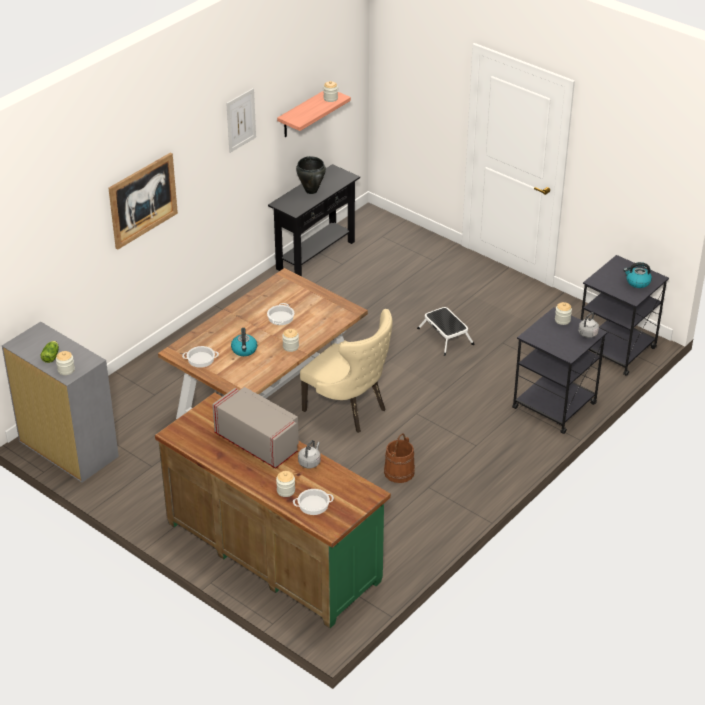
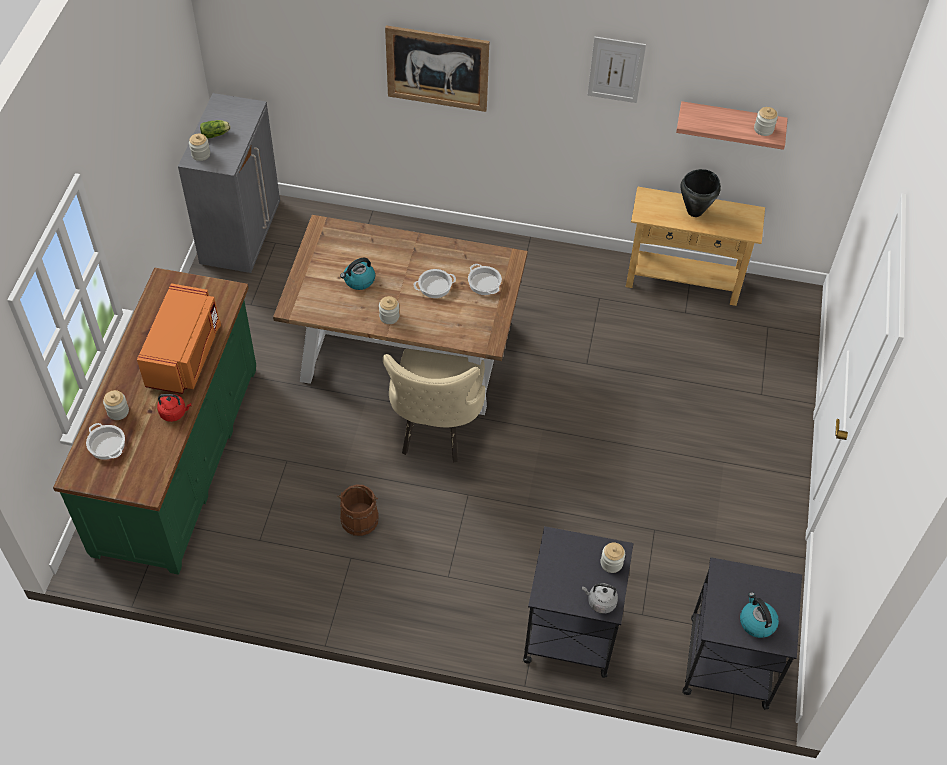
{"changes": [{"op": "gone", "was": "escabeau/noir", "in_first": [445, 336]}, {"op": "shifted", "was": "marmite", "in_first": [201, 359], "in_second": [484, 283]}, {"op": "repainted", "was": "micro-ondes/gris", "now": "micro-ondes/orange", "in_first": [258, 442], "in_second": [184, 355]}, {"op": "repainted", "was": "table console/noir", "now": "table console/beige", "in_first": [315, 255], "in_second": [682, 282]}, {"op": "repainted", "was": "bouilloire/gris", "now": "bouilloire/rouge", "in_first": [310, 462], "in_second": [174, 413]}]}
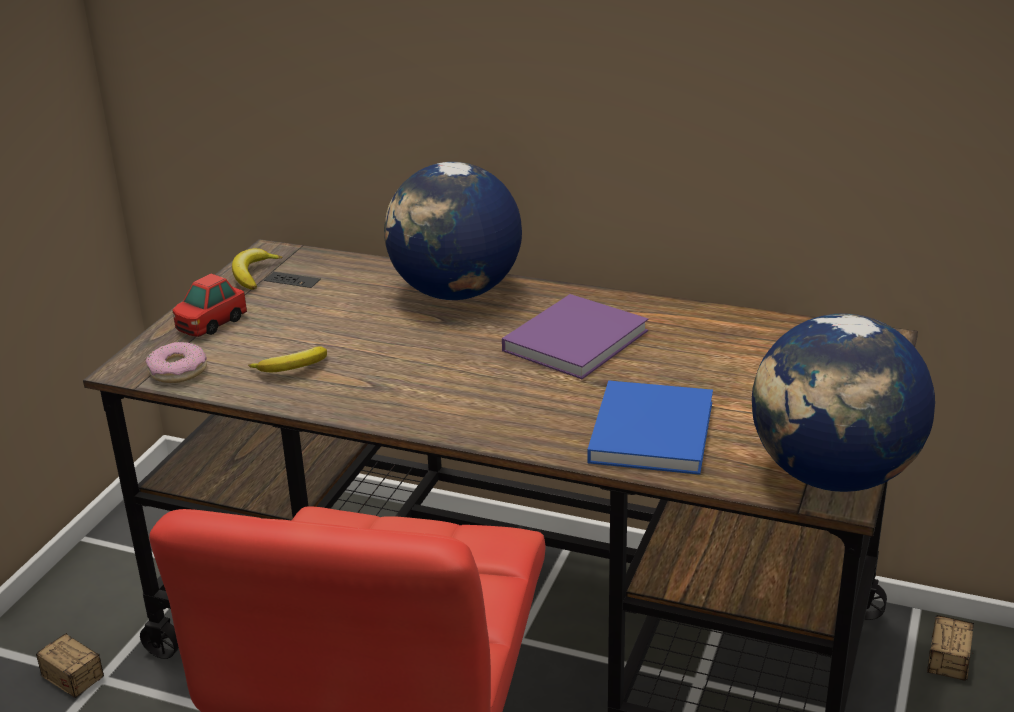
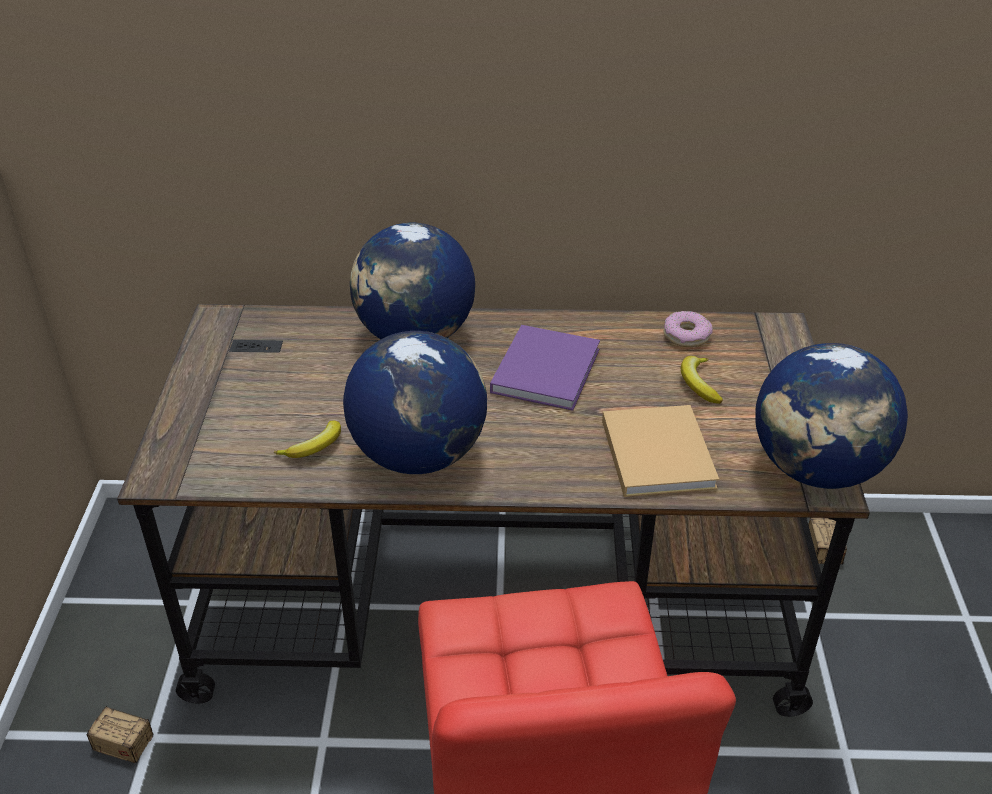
{"changes": [{"op": "gone", "was": "petite voiture", "in_first": [211, 323]}, {"op": "new", "now": "globe", "in_second": [418, 454]}, {"op": "shifted", "was": "beignet", "in_first": [178, 371], "in_second": [686, 335]}, {"op": "shifted", "was": "banane", "in_first": [253, 274], "in_second": [698, 383]}, {"op": "repainted", "was": "livre/bleu", "now": "livre/beige", "in_first": [652, 429], "in_second": [656, 451]}]}
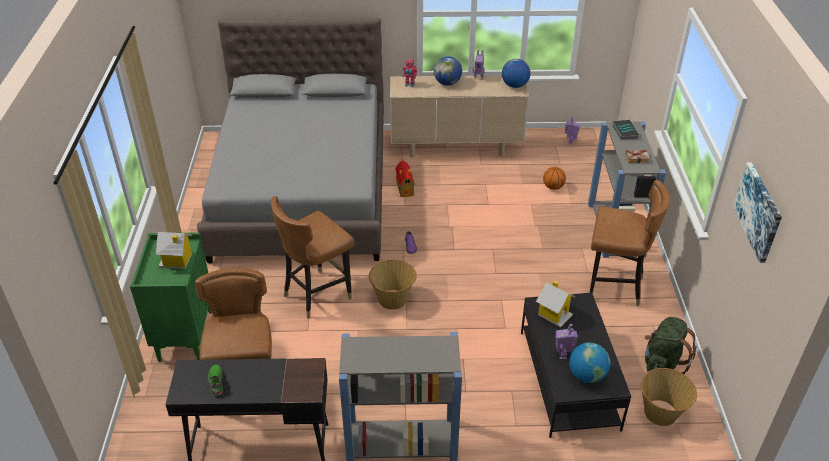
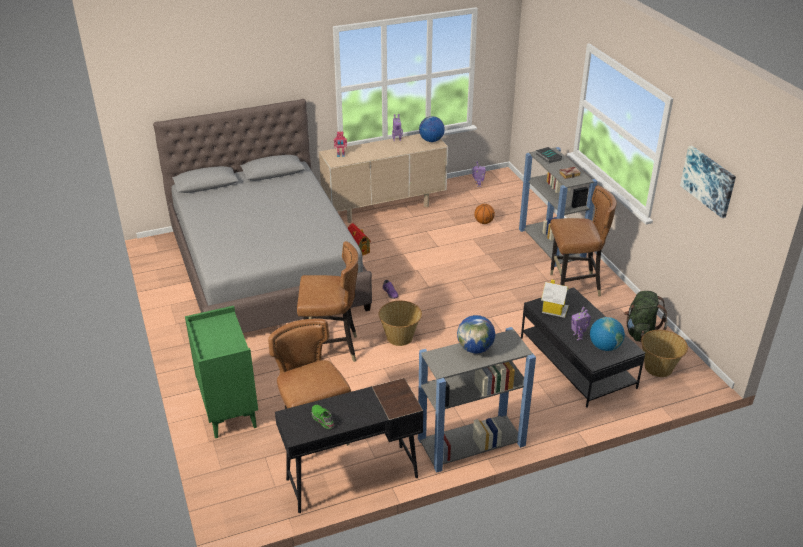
{"changes": [{"op": "gone", "was": "maison miniature", "in_first": [177, 261]}, {"op": "shifted", "was": "globe", "in_first": [447, 83], "in_second": [475, 348]}, {"op": "rotated", "was": "chaise/marron", "in_first": [317, 294], "in_second": [331, 349], "clockwise": -120}]}
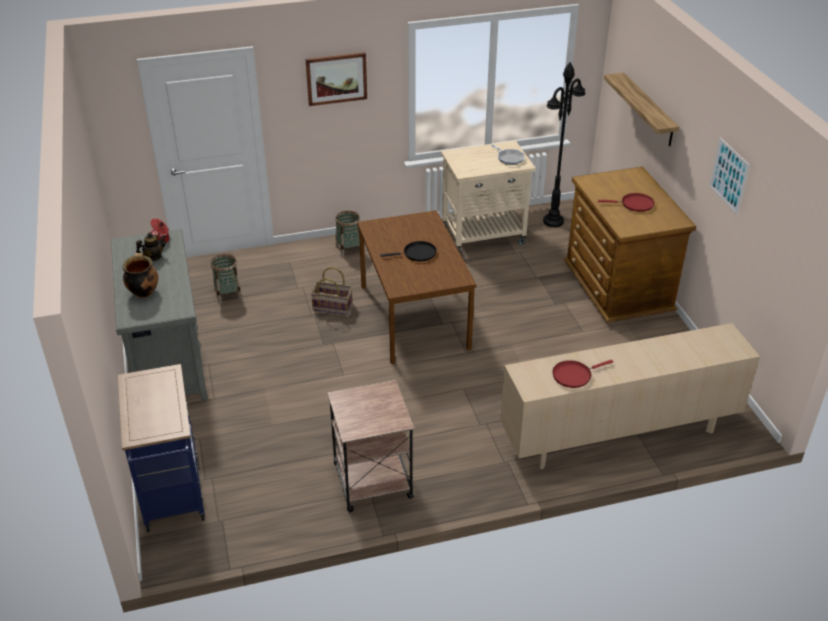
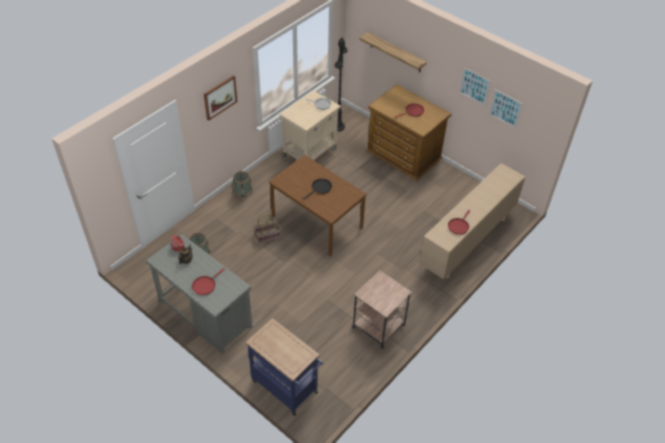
{"changes": [{"op": "new", "now": "tableau", "in_second": [505, 108]}, {"op": "swapped", "was": "marmite", "now": "poêle/rouge", "in_first": [143, 292], "in_second": [205, 285]}]}
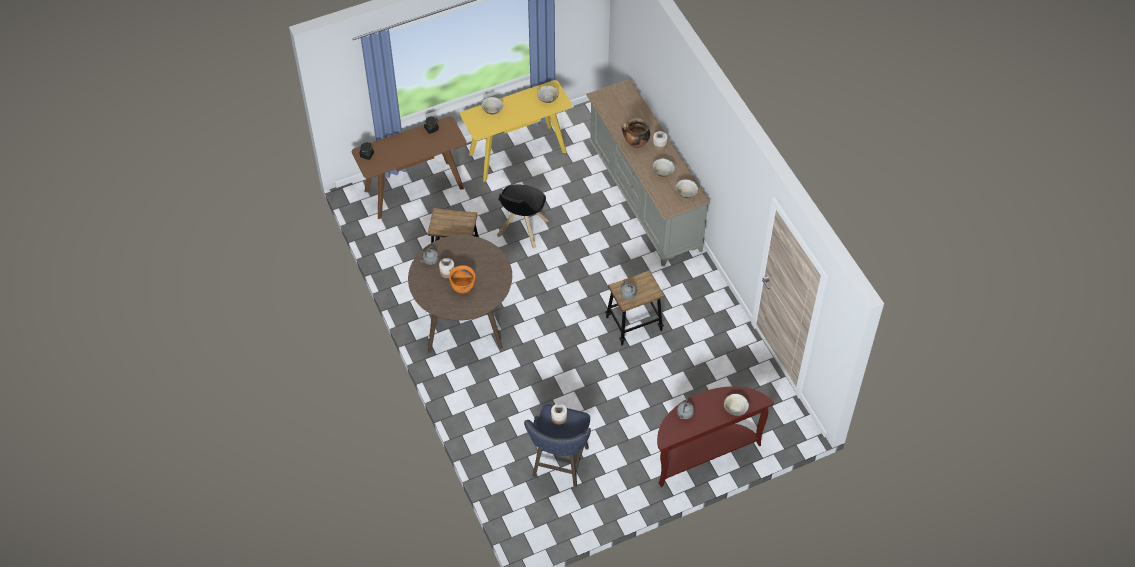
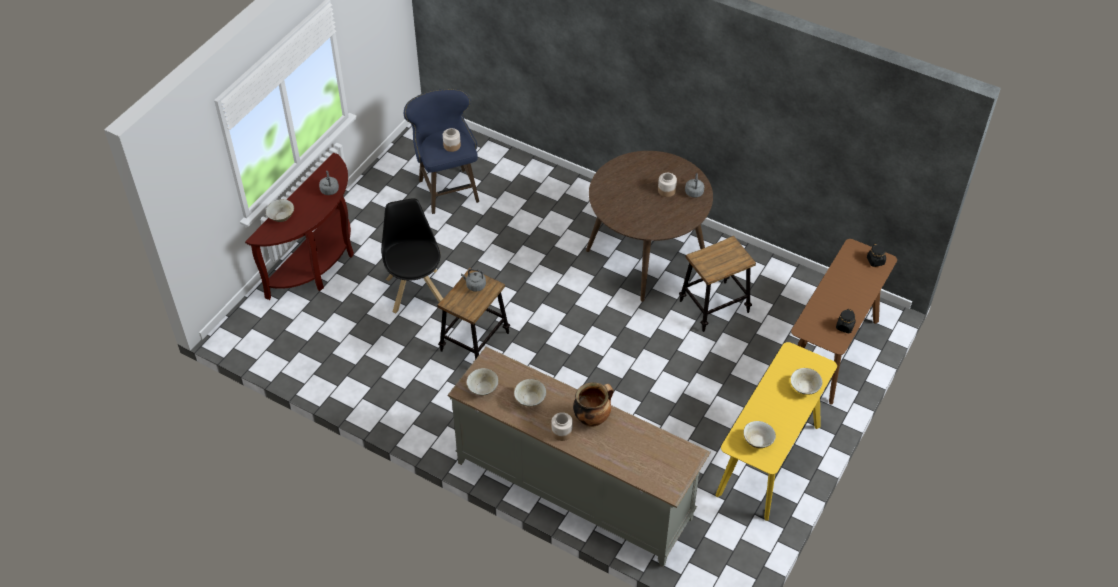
{"changes": [{"op": "gone", "was": "marmite/orange", "in_first": [463, 287]}, {"op": "shifted", "was": "chaise/noir", "in_first": [522, 229], "in_second": [415, 289]}]}
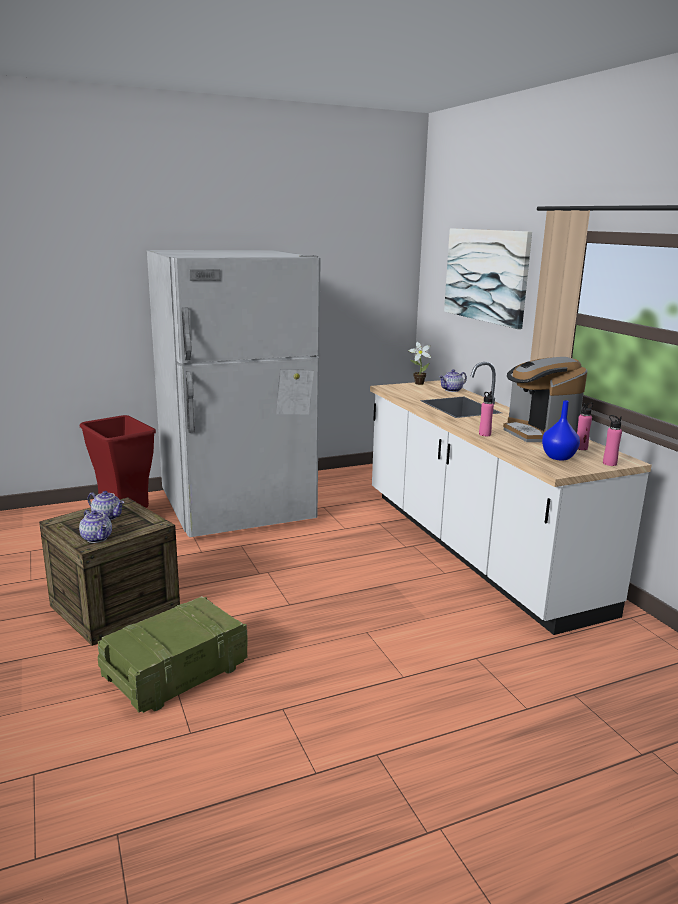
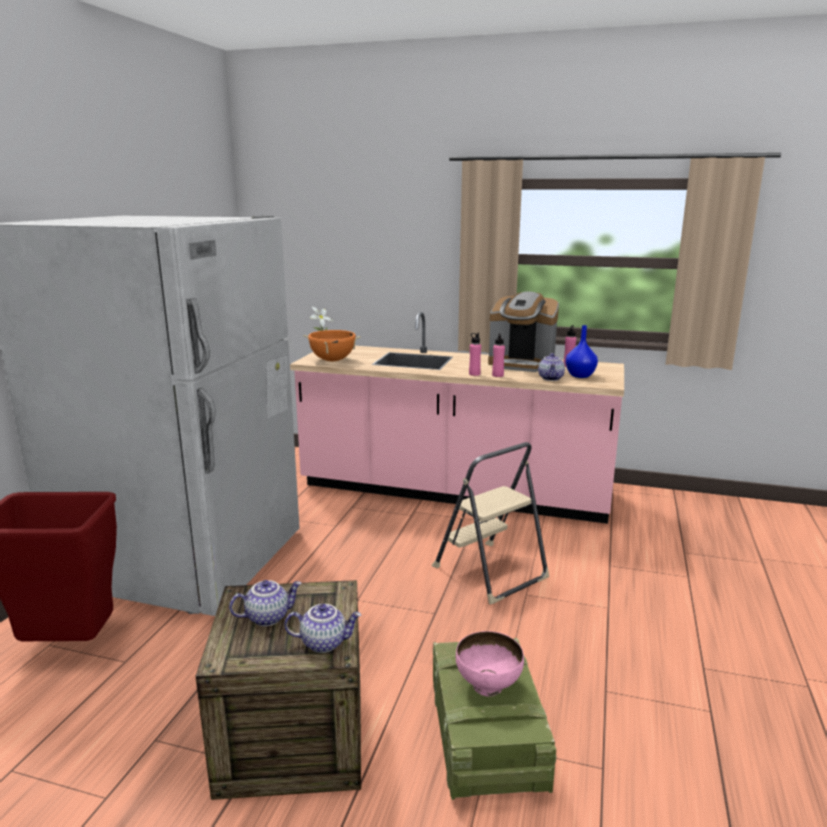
{"changes": [{"op": "gone", "was": "tableau", "in_first": [486, 275]}, {"op": "new", "now": "marmite/orange", "in_second": [332, 360]}, {"op": "new", "now": "escabeau/beige", "in_second": [492, 573]}, {"op": "new", "now": "bol/rose", "in_second": [488, 686]}, {"op": "shifted", "was": "théière", "in_first": [452, 390], "in_second": [551, 378]}, {"op": "shifted", "was": "bouteille/rose", "in_first": [609, 463], "in_second": [474, 374]}, {"op": "repainted", "was": "comptoir de cuisine/blanc", "now": "comptoir de cuisine/rose", "in_first": [473, 548], "in_second": [454, 492]}]}
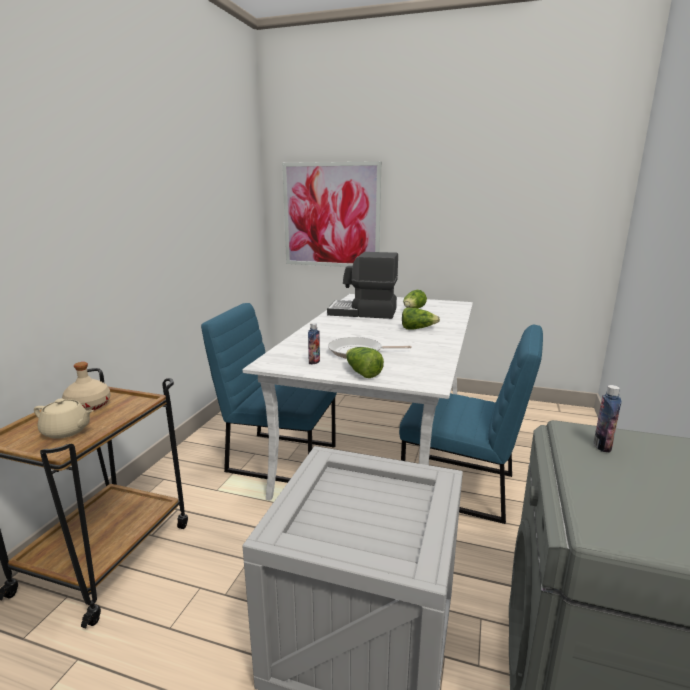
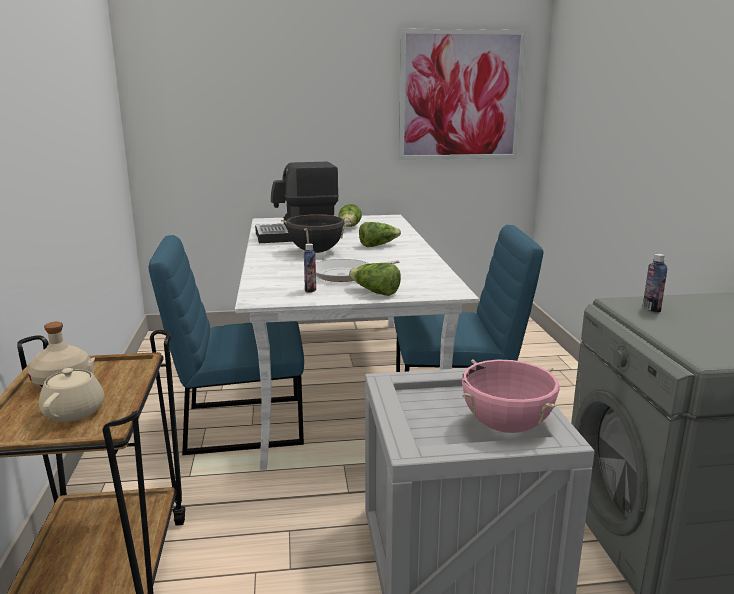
{"changes": [{"op": "new", "now": "marmite/noir", "in_second": [316, 252]}, {"op": "new", "now": "marmite/rose", "in_second": [506, 426]}, {"op": "shifted", "was": "tableau", "in_first": [331, 215], "in_second": [460, 96]}, {"op": "rotated", "was": "théière/beige", "in_first": [66, 431], "in_second": [75, 411], "clockwise": -75}]}
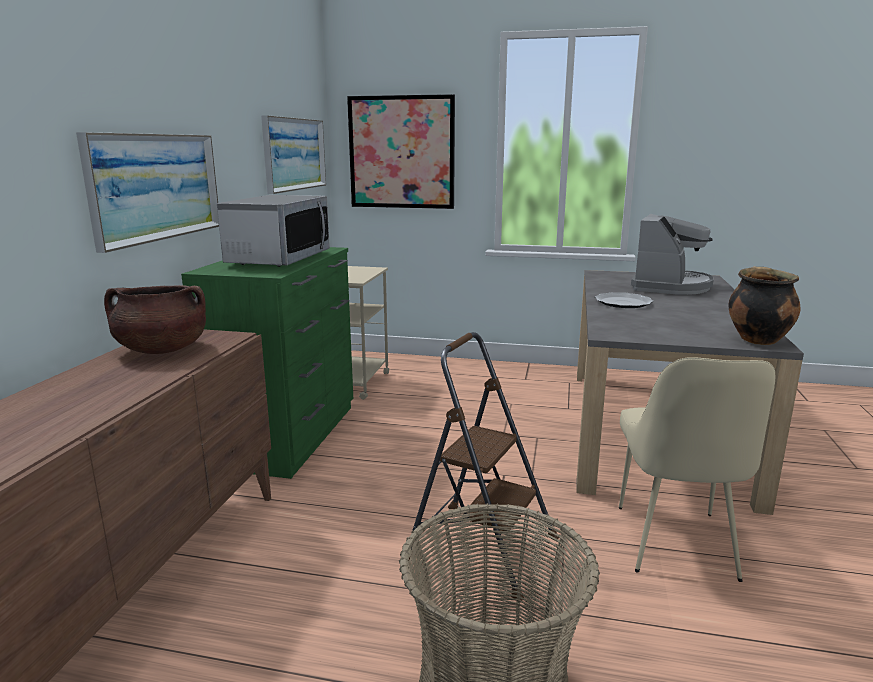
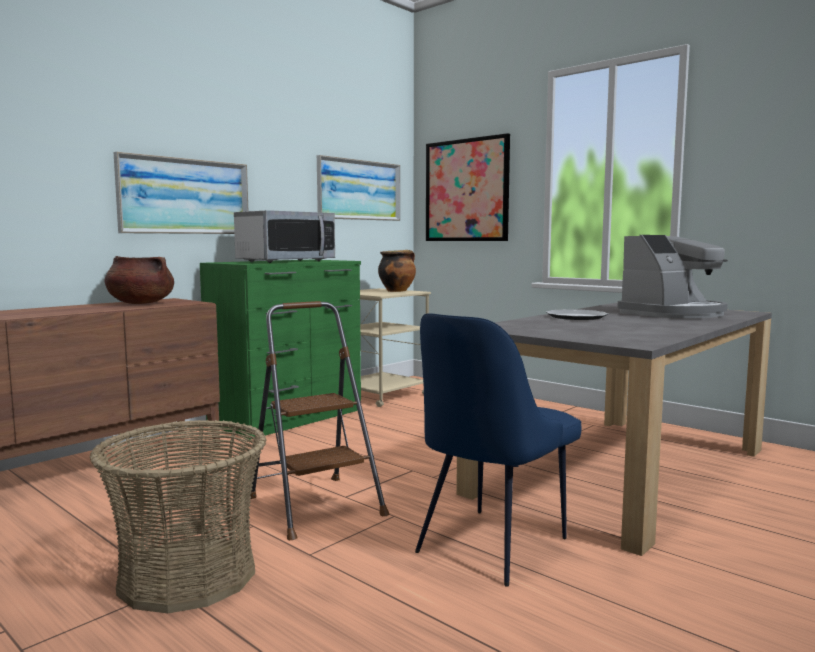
{"changes": [{"op": "shifted", "was": "marmite", "in_first": [756, 339], "in_second": [397, 291]}, {"op": "repainted", "was": "chaise/beige", "now": "chaise/bleu", "in_first": [676, 542], "in_second": [492, 546]}]}
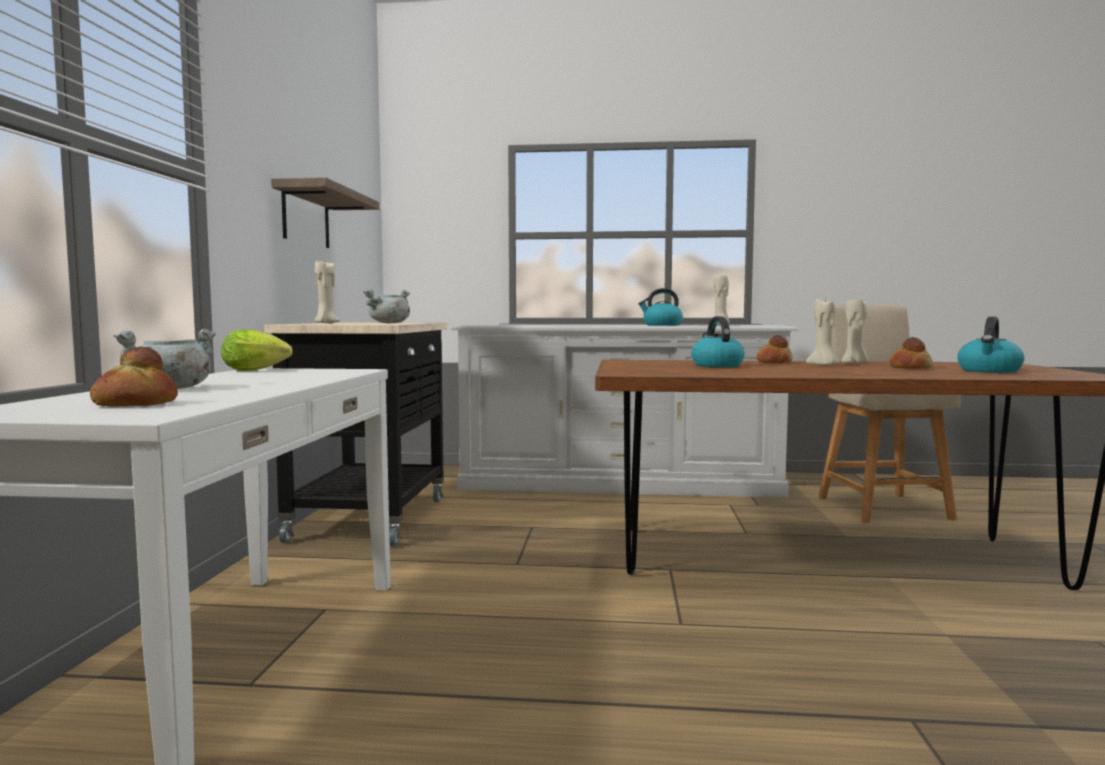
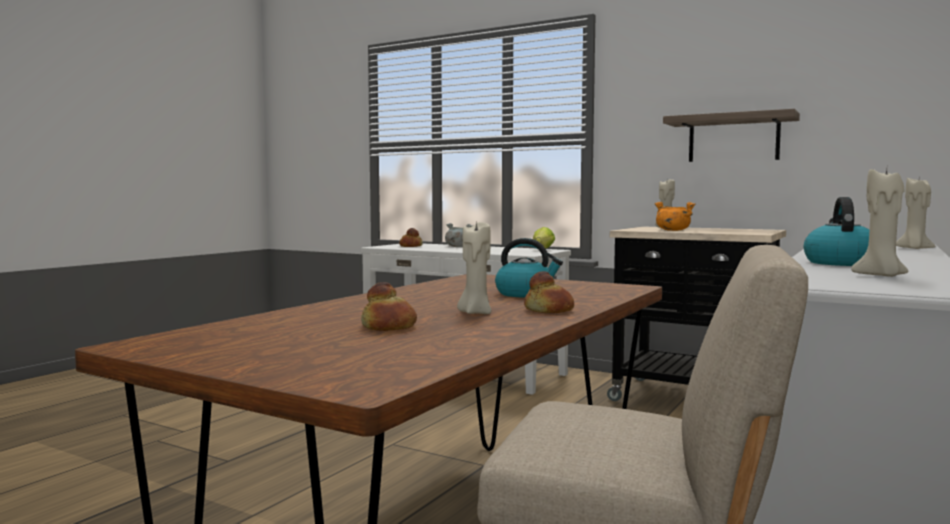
{"changes": [{"op": "gone", "was": "bouilloire", "in_first": [989, 371]}, {"op": "shifted", "was": "bougie/beige", "in_first": [854, 363], "in_second": [914, 249]}, {"op": "repainted", "was": "marmite/gris", "now": "marmite/orange", "in_first": [389, 323], "in_second": [672, 230]}]}
